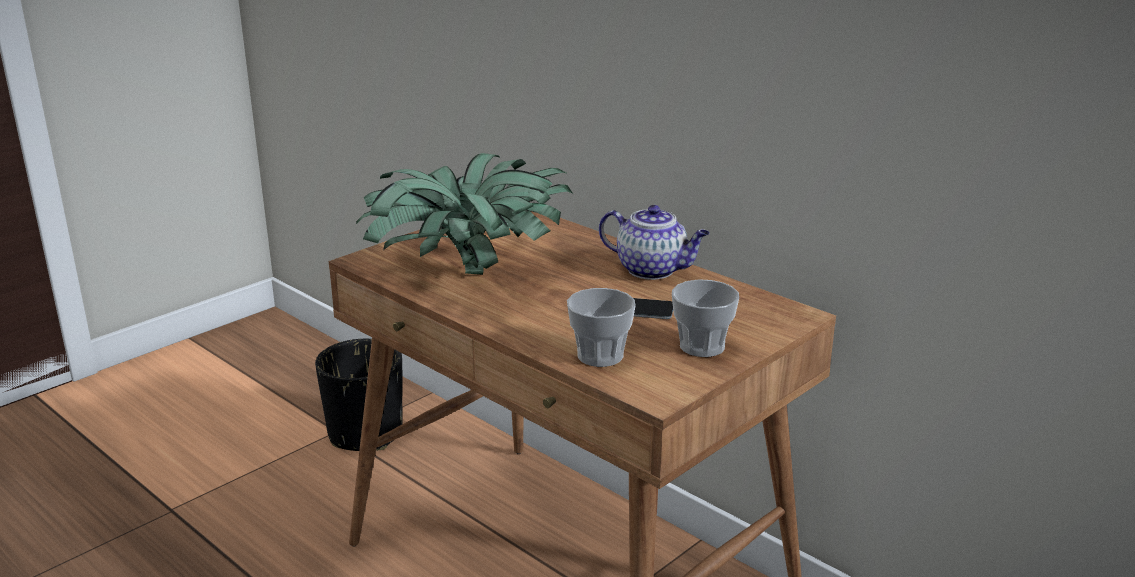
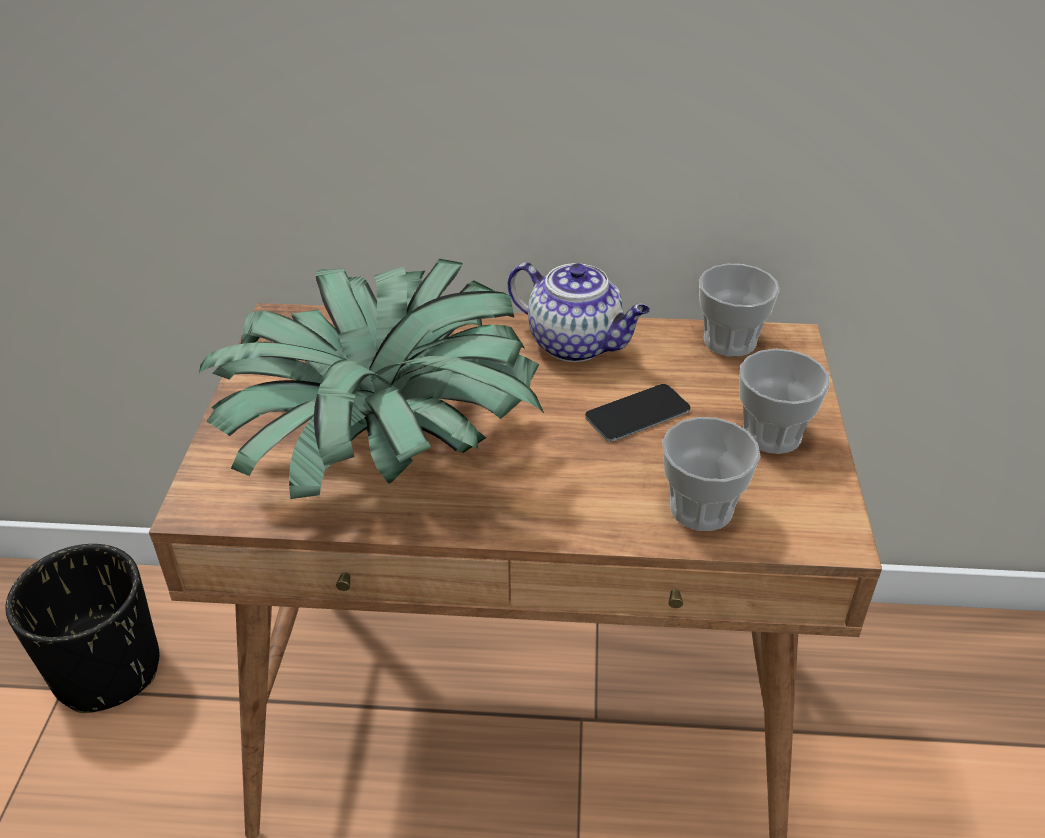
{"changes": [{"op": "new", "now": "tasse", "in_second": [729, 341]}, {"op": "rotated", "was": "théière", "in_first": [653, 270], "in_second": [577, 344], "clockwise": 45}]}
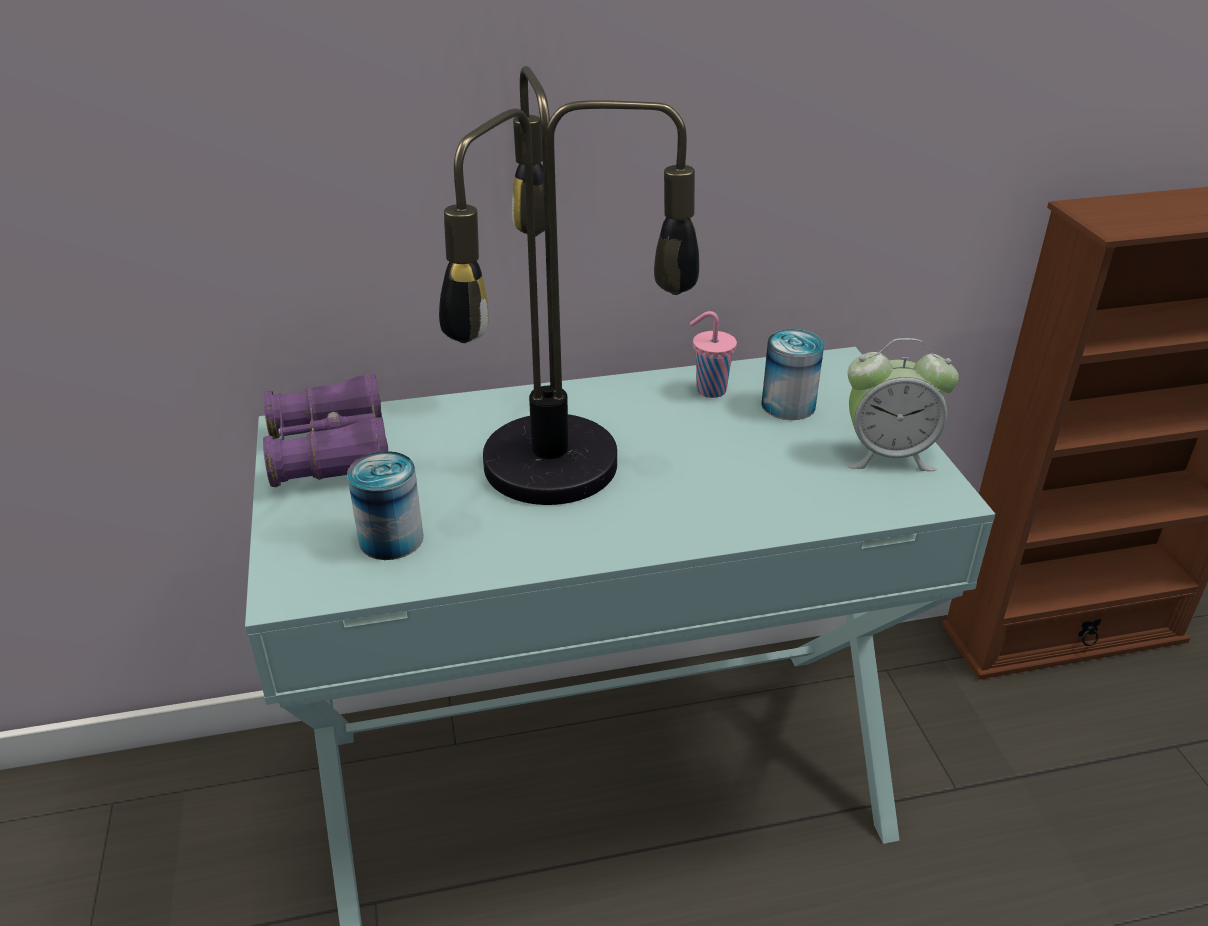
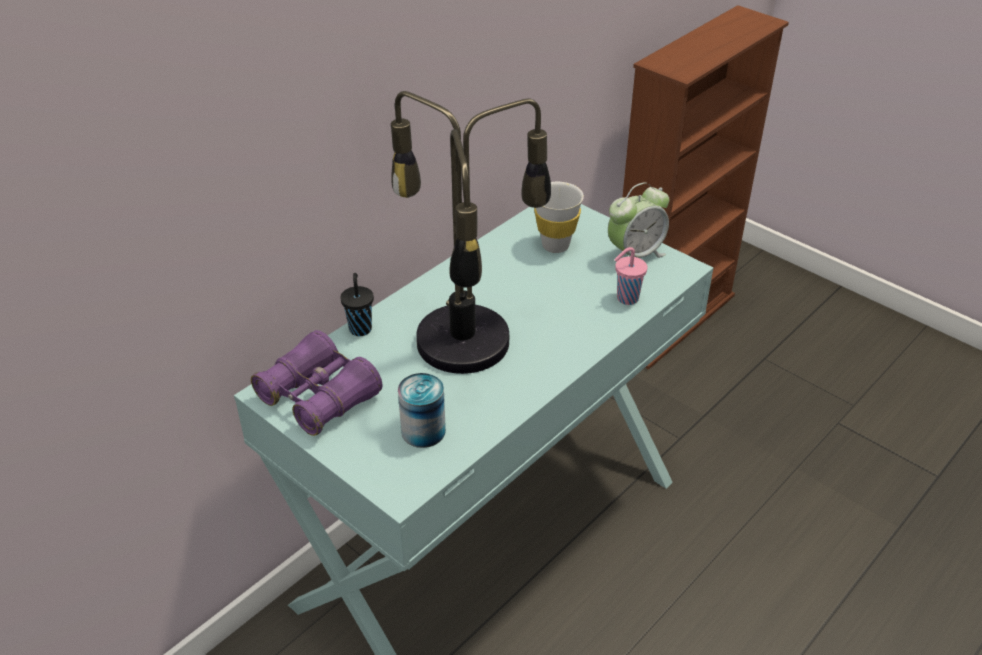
{"changes": [{"op": "new", "now": "tasse/noir", "in_second": [360, 328]}, {"op": "shifted", "was": "tasse/rose", "in_first": [709, 390], "in_second": [626, 299]}, {"op": "swapped", "was": "boîte métallique", "now": "tasse/blanc", "in_first": [788, 405], "in_second": [555, 245]}]}
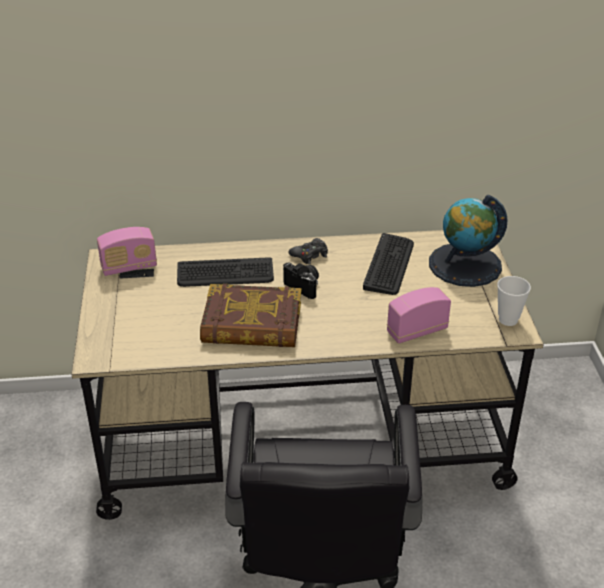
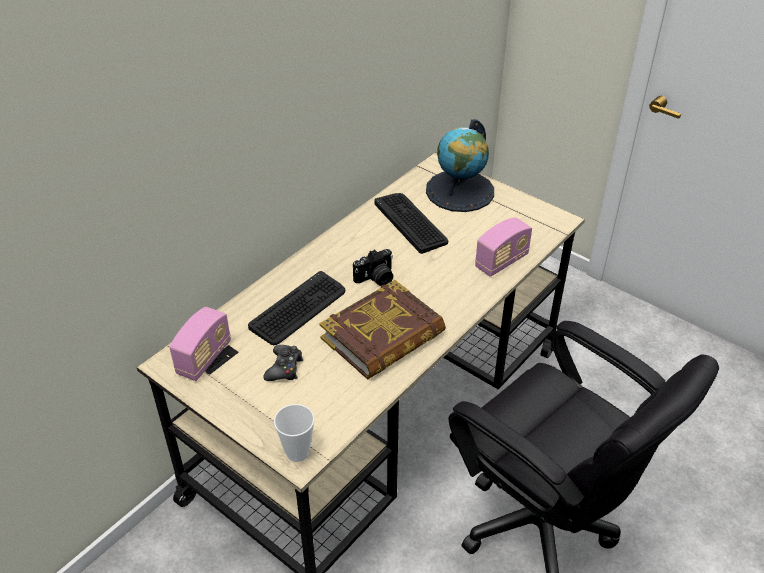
{"changes": [{"op": "shifted", "was": "manette/noir", "in_first": [310, 255], "in_second": [284, 368]}, {"op": "shifted", "was": "tasse", "in_first": [508, 320], "in_second": [297, 452]}, {"op": "rotated", "was": "appareil photo", "in_first": [304, 286], "in_second": [376, 279], "clockwise": 150}, {"op": "rotated", "was": "radio", "in_first": [417, 331], "in_second": [501, 261], "clockwise": -150}]}
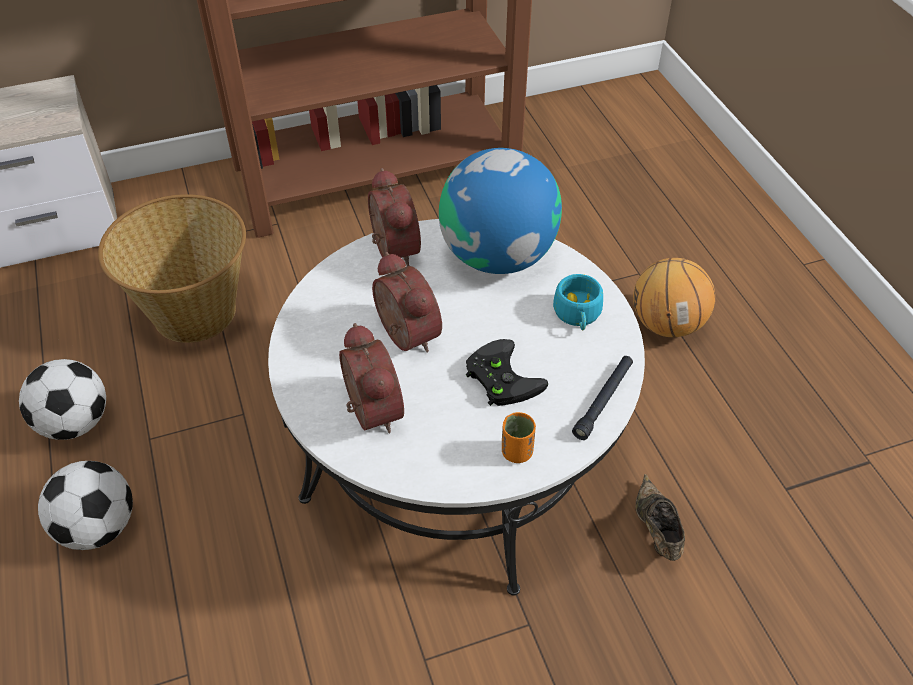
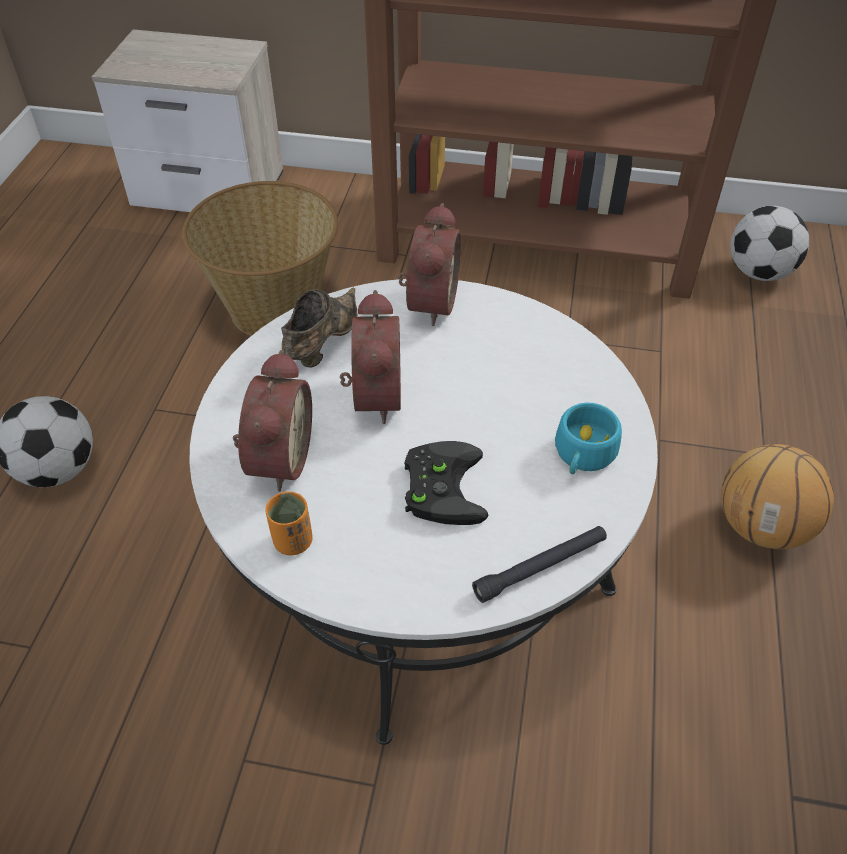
{"changes": [{"op": "gone", "was": "globe", "in_first": [498, 255]}, {"op": "shifted", "was": "ballon de foot", "in_first": [75, 423], "in_second": [758, 272]}, {"op": "shifted", "was": "tasse/orange", "in_first": [517, 452], "in_second": [293, 541]}, {"op": "shifted", "was": "chaussure/marron", "in_first": [655, 530], "in_second": [321, 343]}]}
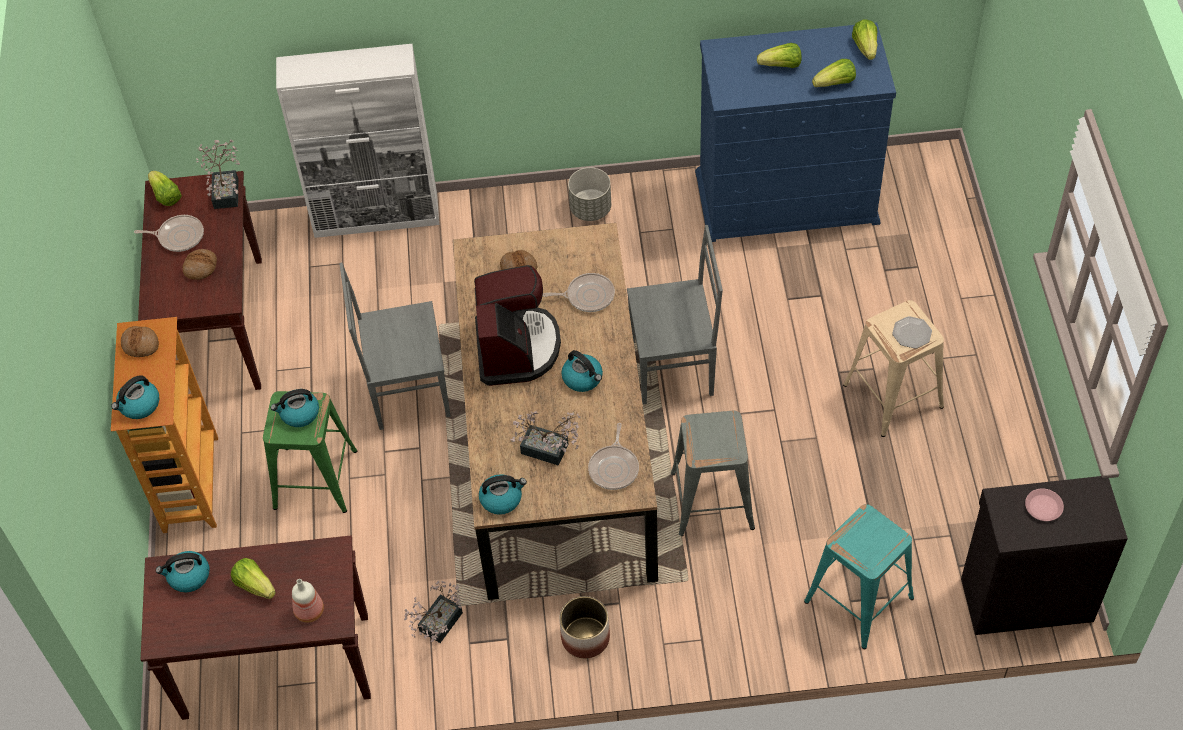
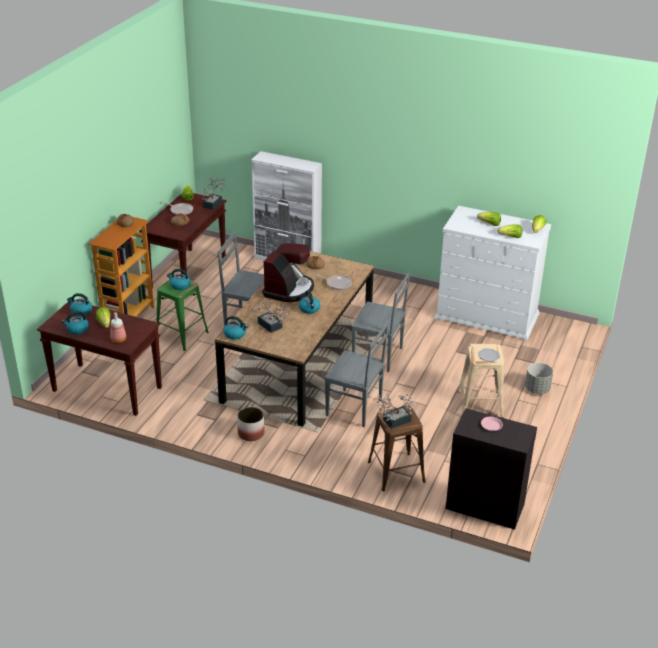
{"changes": [{"op": "gone", "was": "poêle", "in_first": [614, 467]}, {"op": "shifted", "was": "bouilloire", "in_first": [139, 405], "in_second": [77, 329]}, {"op": "shifted", "was": "plante en pot", "in_first": [437, 626], "in_second": [394, 421]}, {"op": "shifted", "was": "cache-pot/gris", "in_first": [591, 209], "in_second": [537, 389]}, {"op": "swapped", "was": "tabouret/gris", "now": "chaise/gris", "in_first": [713, 500], "in_second": [355, 408]}, {"op": "repainted", "was": "commode/bleu", "now": "commode/blanc", "in_first": [787, 198], "in_second": [487, 316]}, {"op": "repainted", "was": "tabouret/turquoise", "now": "tabouret/marron", "in_first": [859, 600], "in_second": [396, 472]}]}
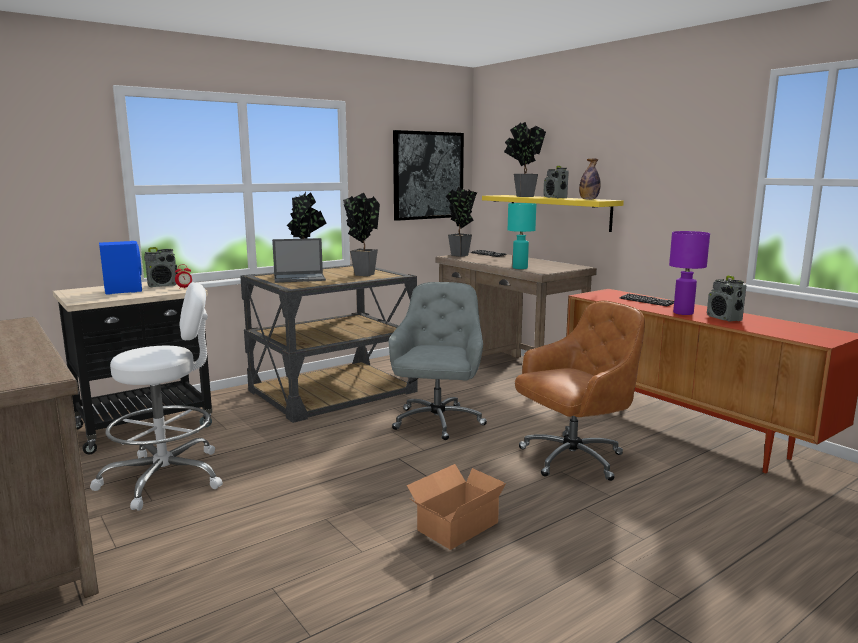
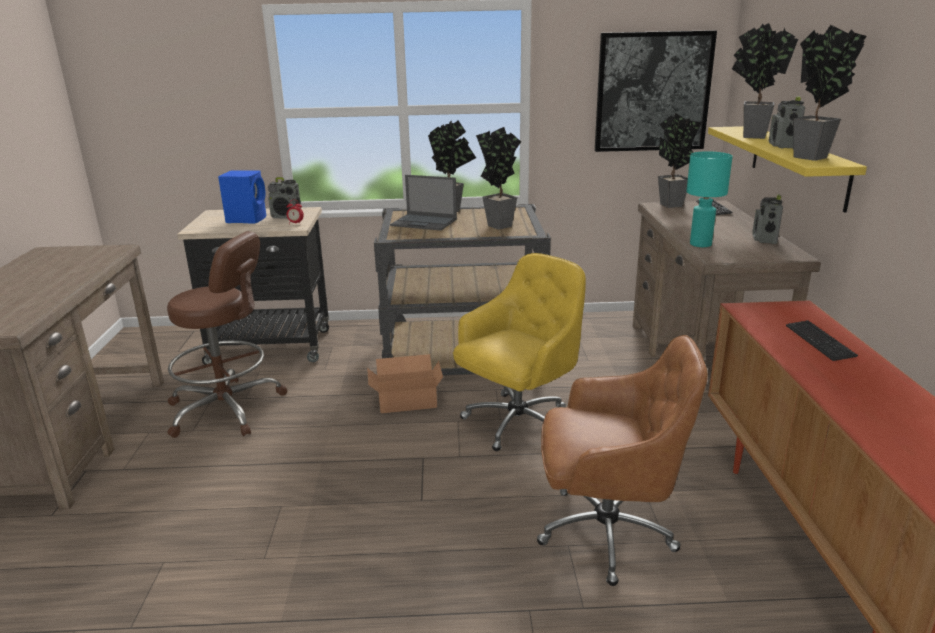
{"changes": [{"op": "gone", "was": "lampe de table/violet", "in_first": [683, 313]}, {"op": "shifted", "was": "carton", "in_first": [454, 526], "in_second": [405, 400]}, {"op": "shifted", "was": "radio", "in_first": [724, 318], "in_second": [764, 239]}, {"op": "swapped", "was": "bouteille", "now": "plante en pot", "in_first": [588, 199], "in_second": [813, 158]}, {"op": "repainted", "was": "tabouret/blanc", "now": "tabouret/marron", "in_first": [167, 477], "in_second": [227, 409]}, {"op": "repainted", "was": "chaise de bureau/gris", "now": "chaise de bureau/jaune", "in_first": [438, 421], "in_second": [518, 423]}]}
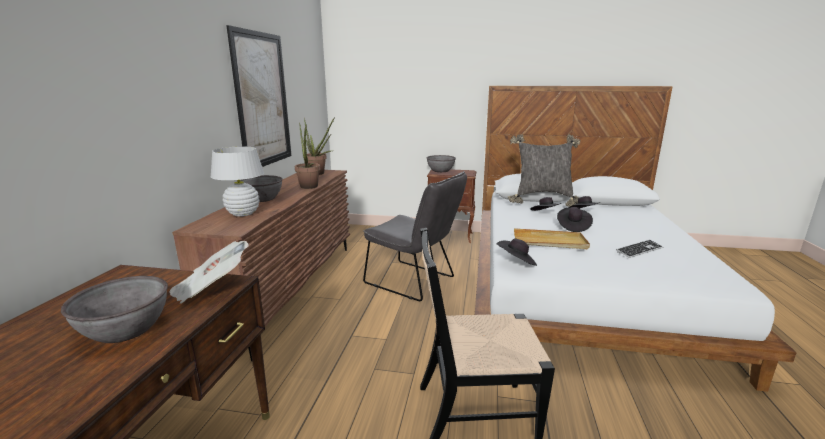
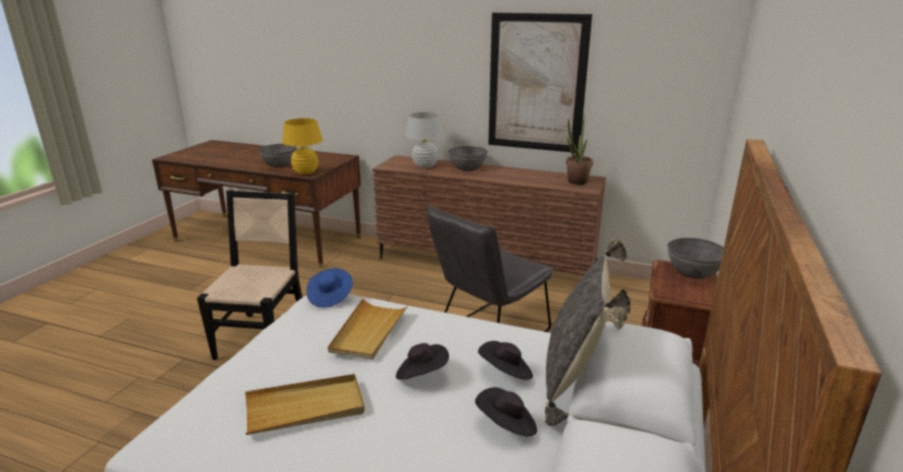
{"changes": [{"op": "gone", "was": "plante en pot", "in_first": [309, 187]}, {"op": "swapped", "was": "journal", "now": "lampe de table/jaune", "in_first": [211, 289], "in_second": [305, 172]}, {"op": "swapped", "was": "clavier", "now": "plateau/beige", "in_first": [639, 250], "in_second": [305, 408]}, {"op": "repainted", "was": "chapeau/noir", "now": "chapeau/bleu", "in_first": [516, 262], "in_second": [330, 297]}]}
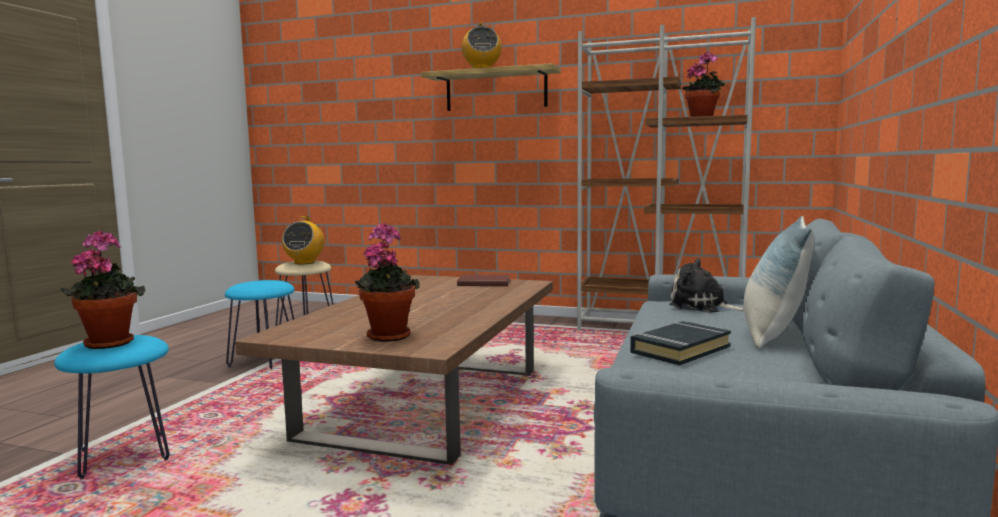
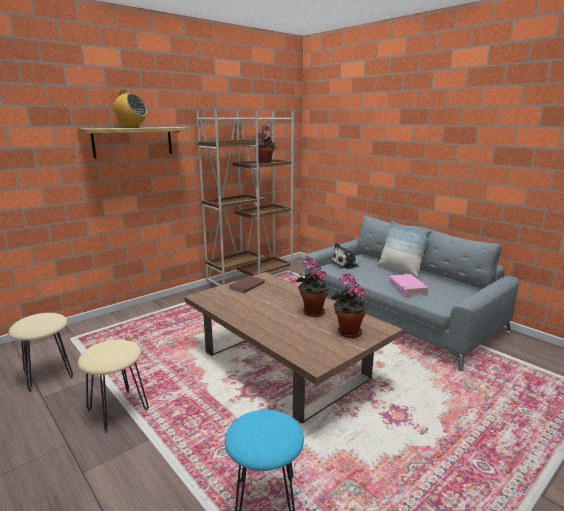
{"changes": [{"op": "gone", "was": "radio", "in_first": [304, 262]}, {"op": "shifted", "was": "plante en pot", "in_first": [109, 342], "in_second": [311, 312]}, {"op": "repainted", "was": "tabouret/turquoise", "now": "tabouret/beige", "in_first": [265, 361], "in_second": [118, 410]}, {"op": "repainted", "was": "livre/noir", "now": "livre/rose", "in_first": [679, 349], "in_second": [407, 287]}]}
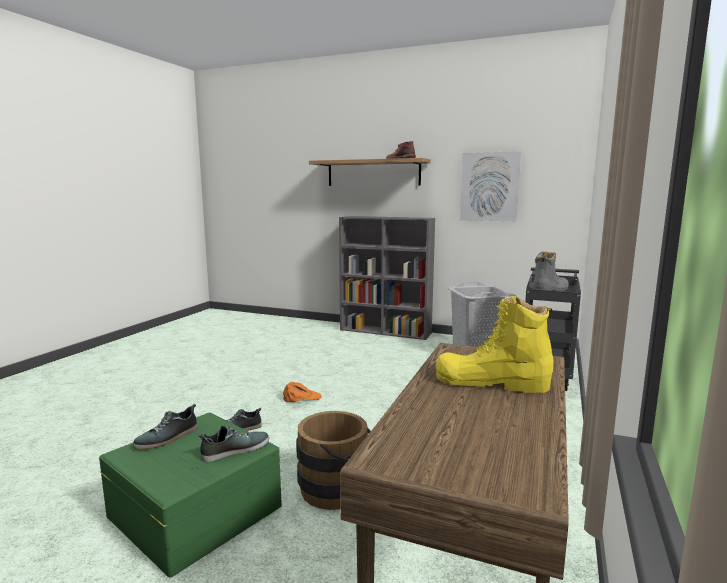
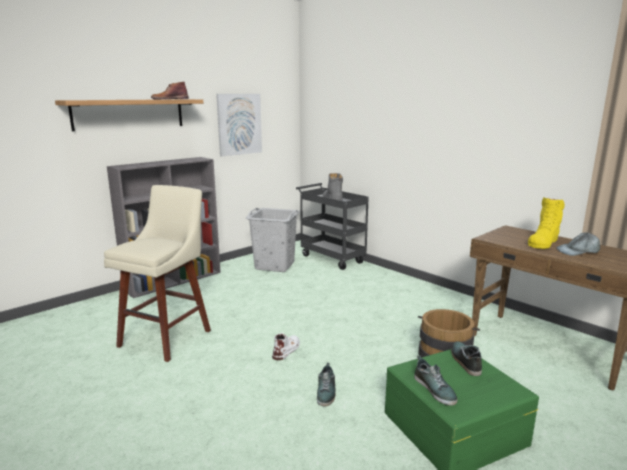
{"changes": [{"op": "new", "now": "tabouret/beige", "in_second": [167, 338]}, {"op": "new", "now": "casquette/gris", "in_second": [578, 251]}, {"op": "swapped", "was": "casquette/orange", "now": "botte/blanc", "in_first": [302, 397], "in_second": [287, 349]}]}
